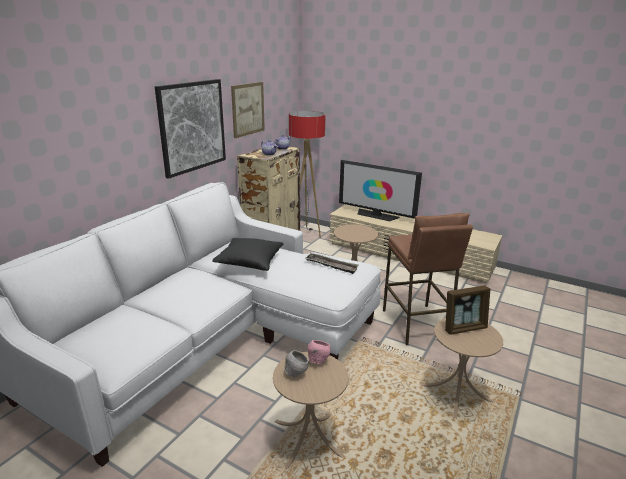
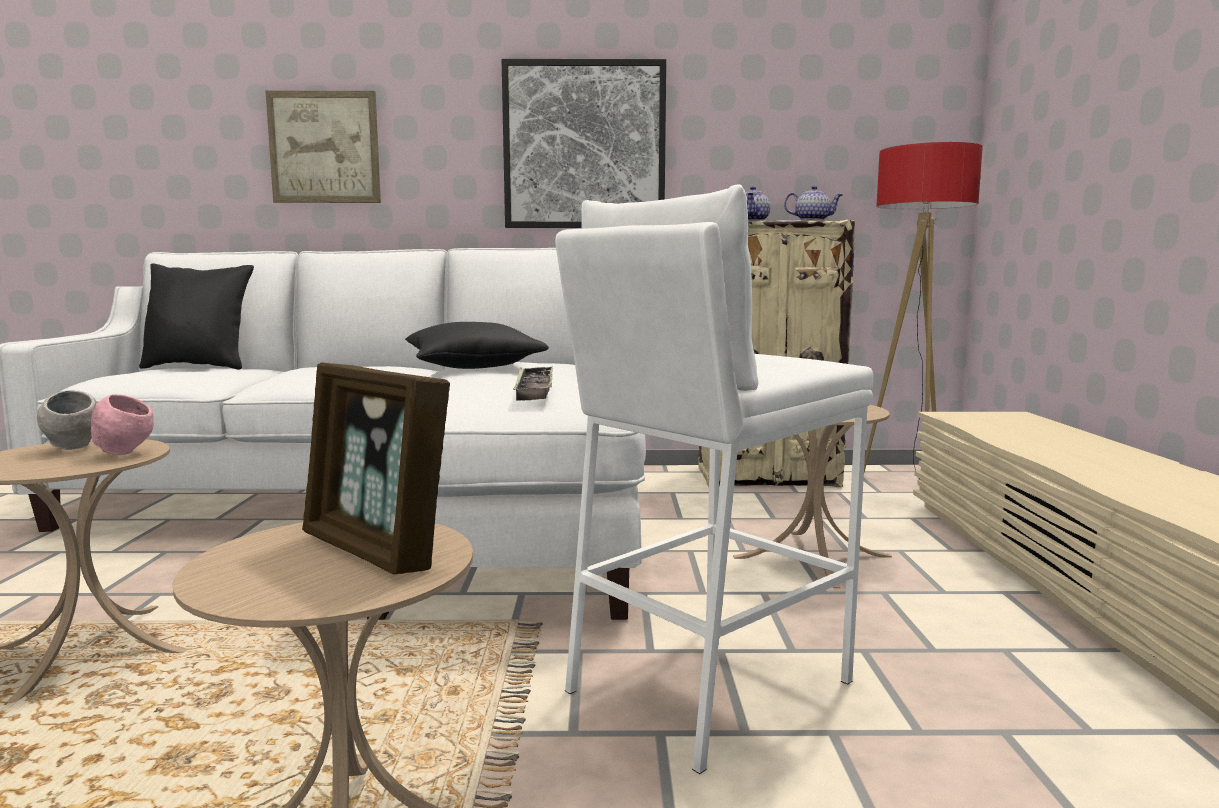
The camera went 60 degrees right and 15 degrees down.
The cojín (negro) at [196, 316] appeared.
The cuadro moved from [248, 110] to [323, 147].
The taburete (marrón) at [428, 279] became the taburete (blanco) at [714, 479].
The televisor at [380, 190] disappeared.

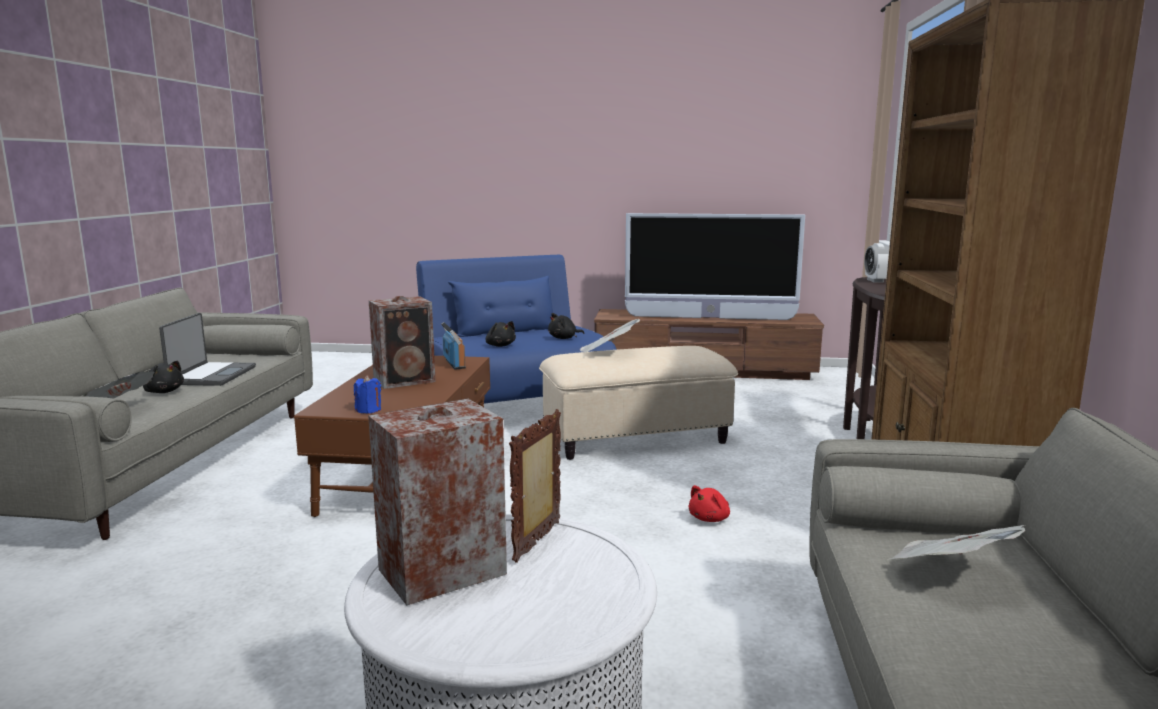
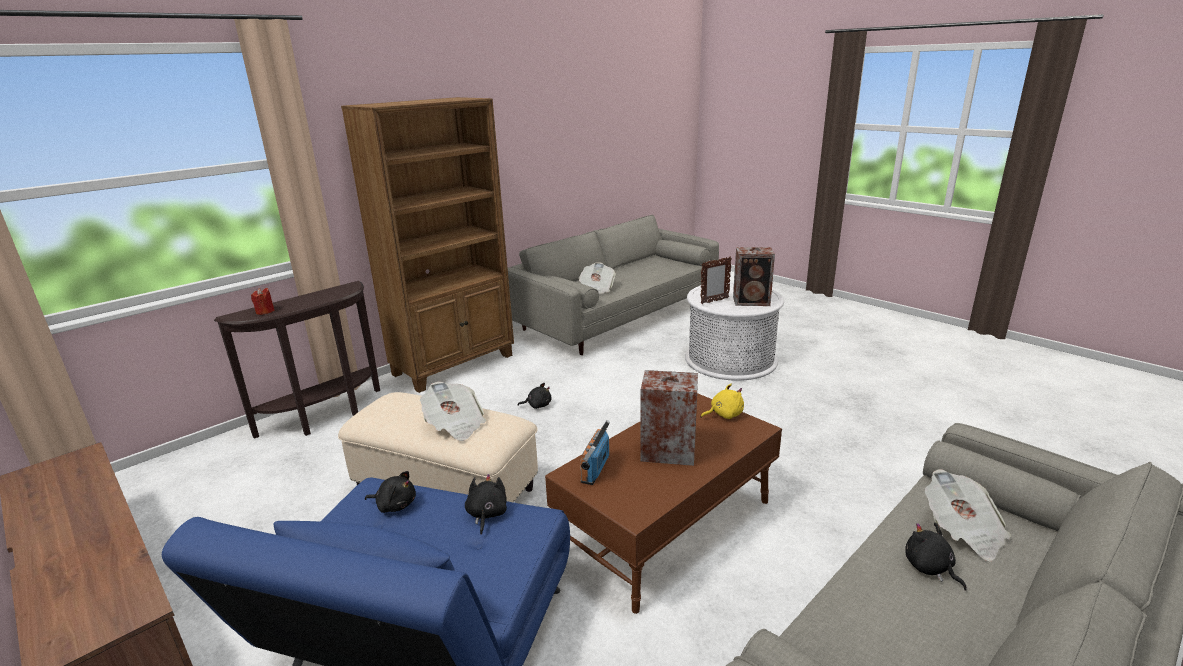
The camera went 140 degrees left and 10 degrees up.
The despertador at [876, 262] was replaced by the vela (rojo) at [263, 301].
The peluche (rojo) at [709, 503] became the peluche (negro) at [534, 396].
The vela (azul) at [367, 394] was replaced by the peluche (amarillo) at [722, 401].
The portátil at [207, 349] disappeared.
The televisor at [715, 266] disappeared.

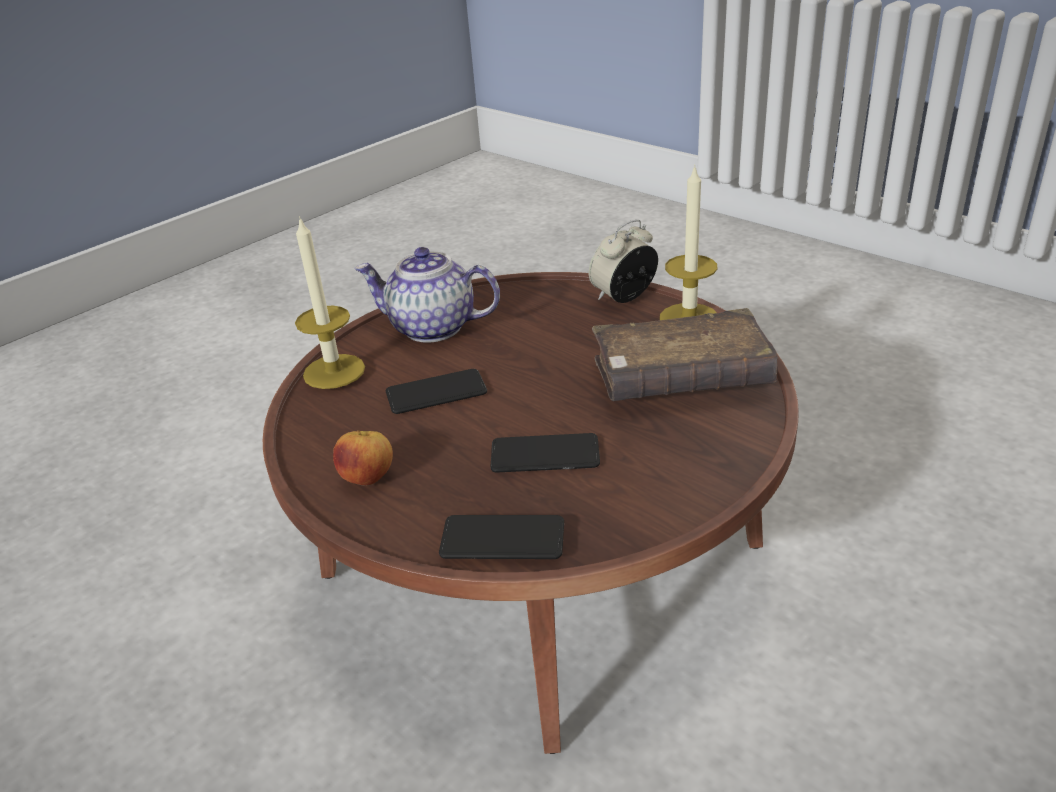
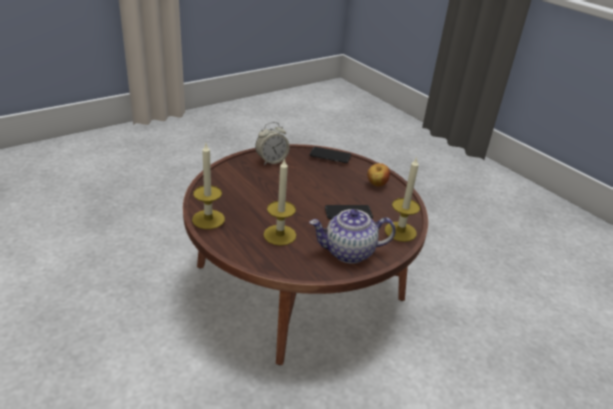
The camera went 175 degrees left and 0 degrees up.
The despertador moved from [623, 261] to [272, 143].
The vela at [279, 202] appeared.
The tetera at [427, 295] turned 150 degrees clockwise.
The móvil at [545, 453] disappeared.
The libro (marrón) at [685, 354] disappeared.

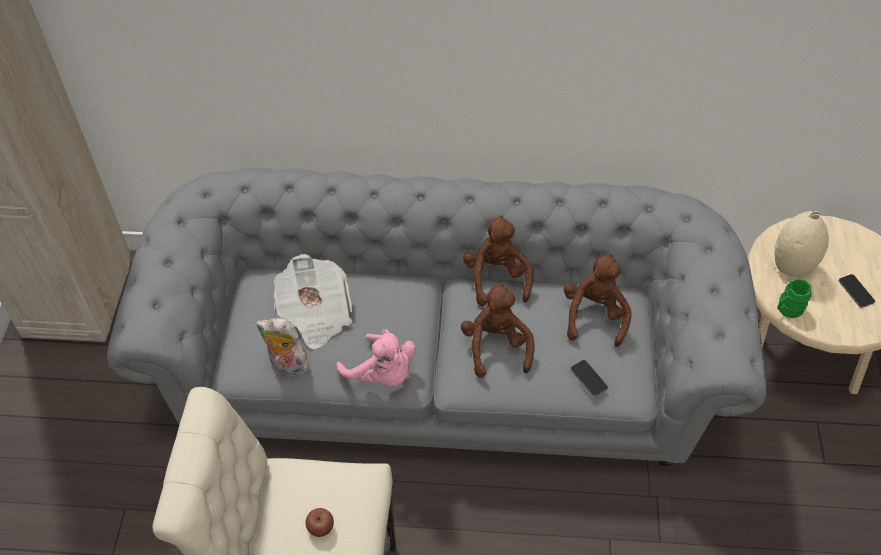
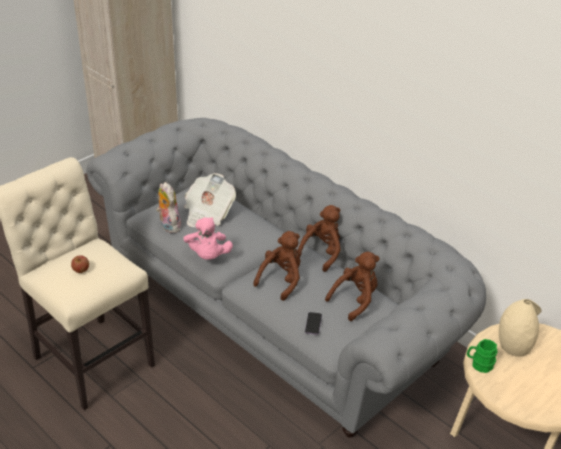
The camera went 40 degrees right and 15 degrees down.
The móvil at [856, 291] disappeared.

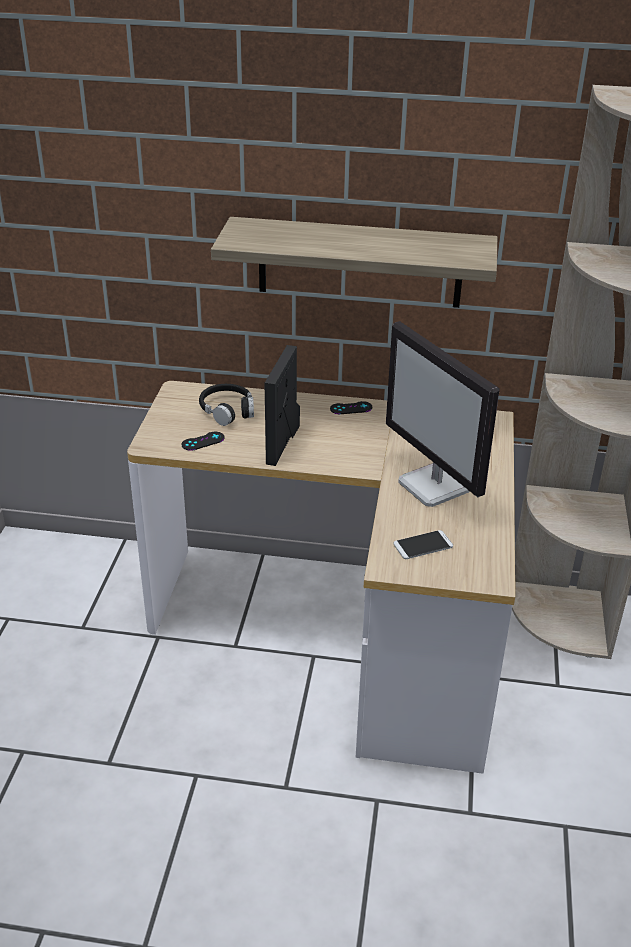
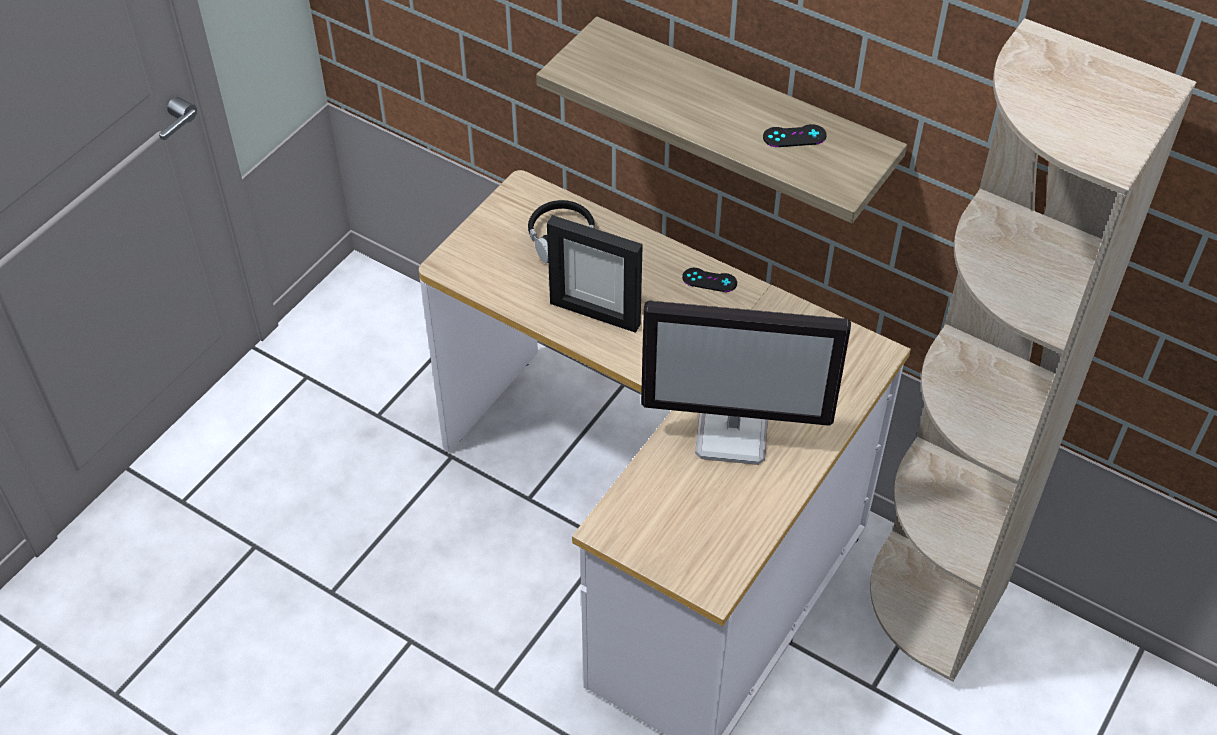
The camera went 25 degrees right and 15 degrees up.
The portarretratos at [282, 405] turned 105 degrees counterclockwise.
The monitor at [443, 414] turned 75 degrees counterclockwise.
The mando de consola (negro) moved from [203, 441] to [795, 135].
The móvil at [423, 544] disappeared.

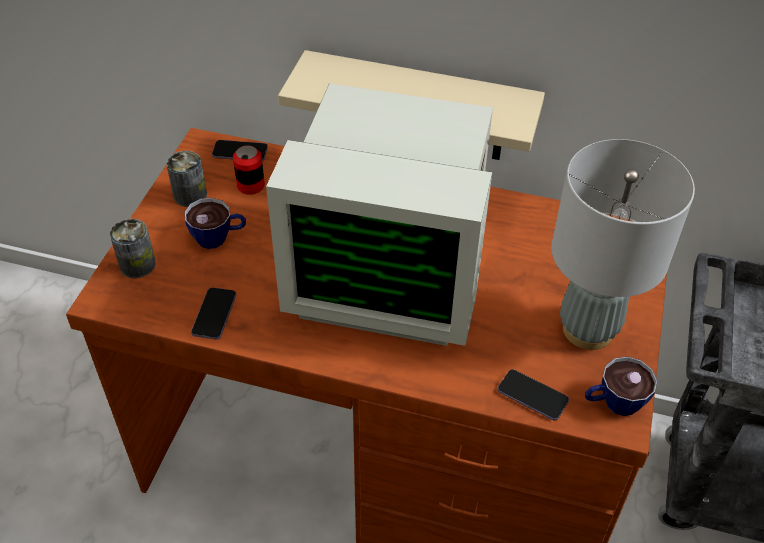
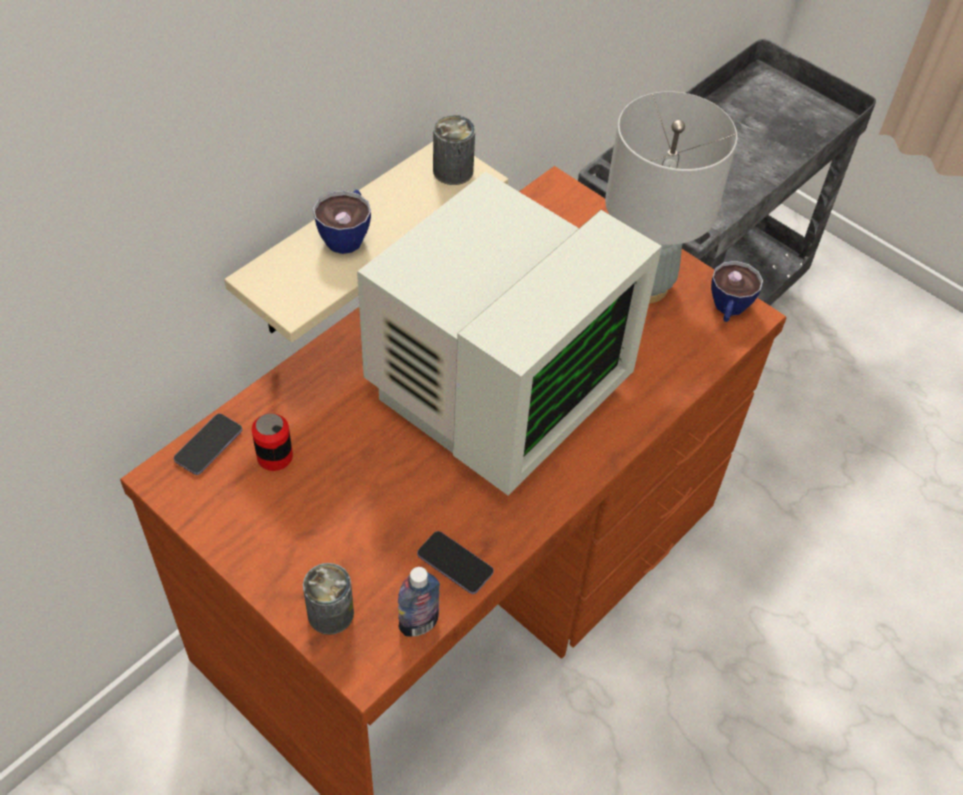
The camera went 65 degrees left and 5 degrees up.
The taza moved from [215, 223] to [342, 222].
The botella at [419, 602] appeared.
The lata moved from [186, 179] to [454, 150].
The móvil at [533, 395] disappeared.

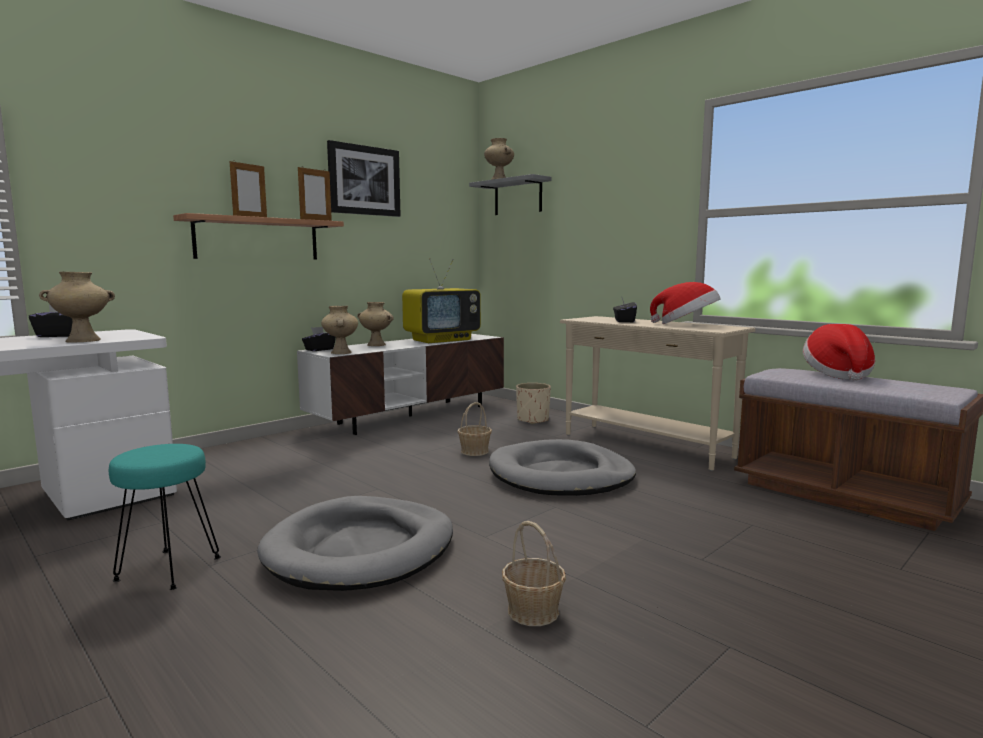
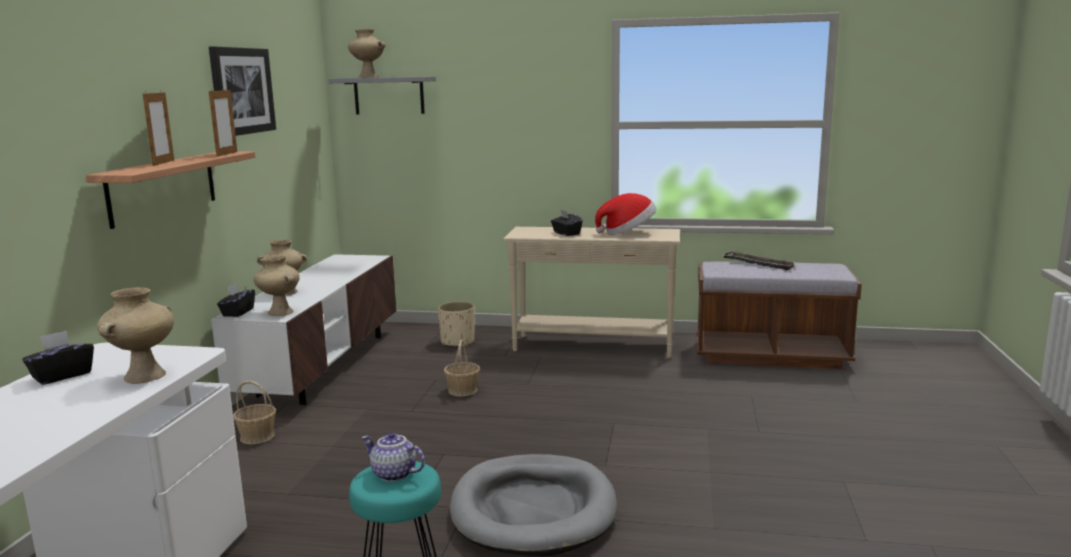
The camera went 35 degrees left and 5 degrees up.
The cesta moved from [534, 573] to [254, 412].
The tetera at [393, 457] appeared.
The sombrero at [839, 352] was replaced by the bandeja at [759, 261].
The televisor at [441, 300] disappeared.
The cama para perro (gris) at [562, 467] disappeared.

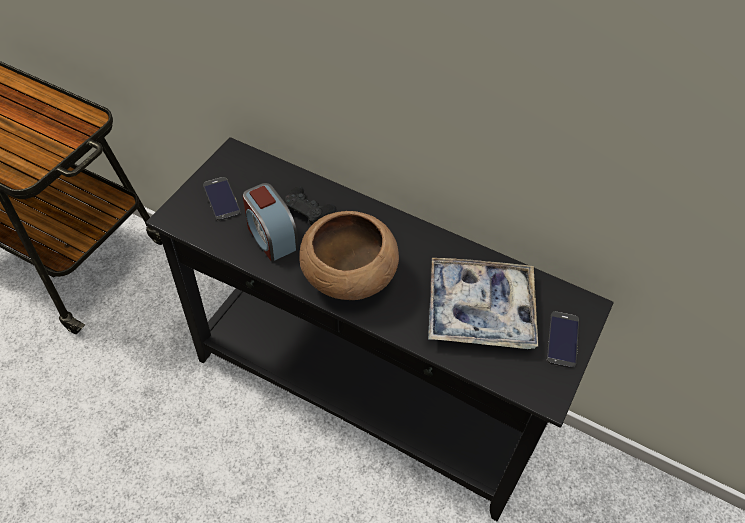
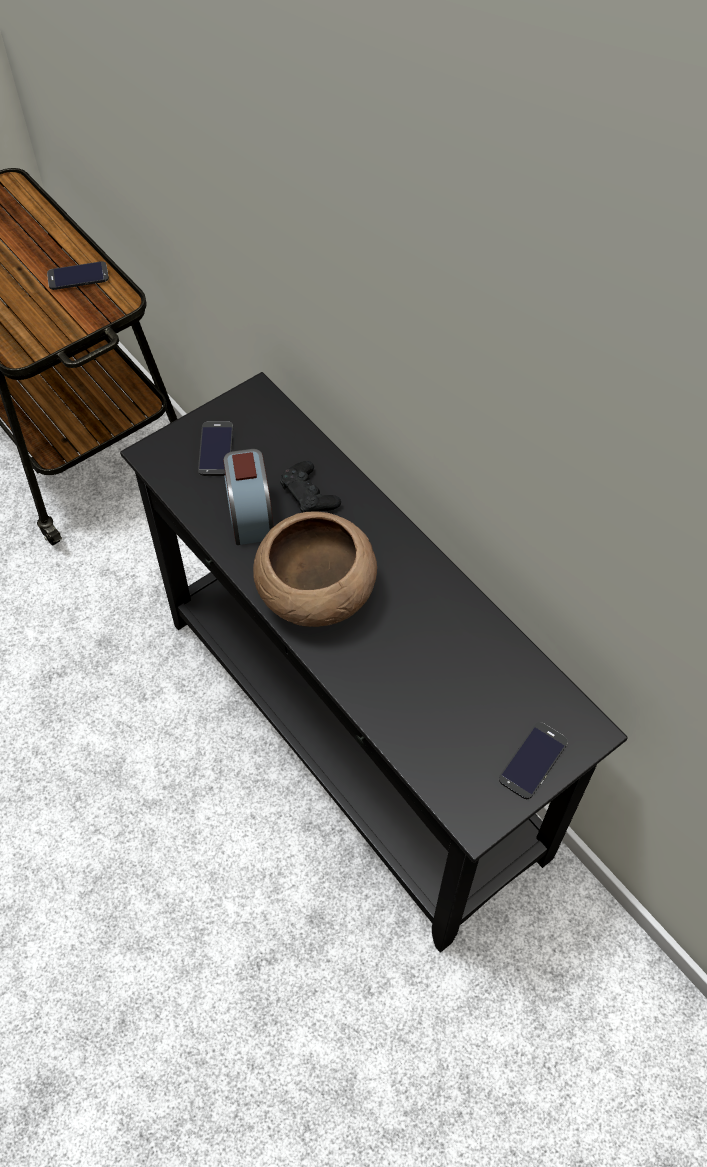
The camera went 25 degrees right and 5 degrees up.
The móvil at [78, 275] appeared.
The bandeja at [483, 303] disappeared.

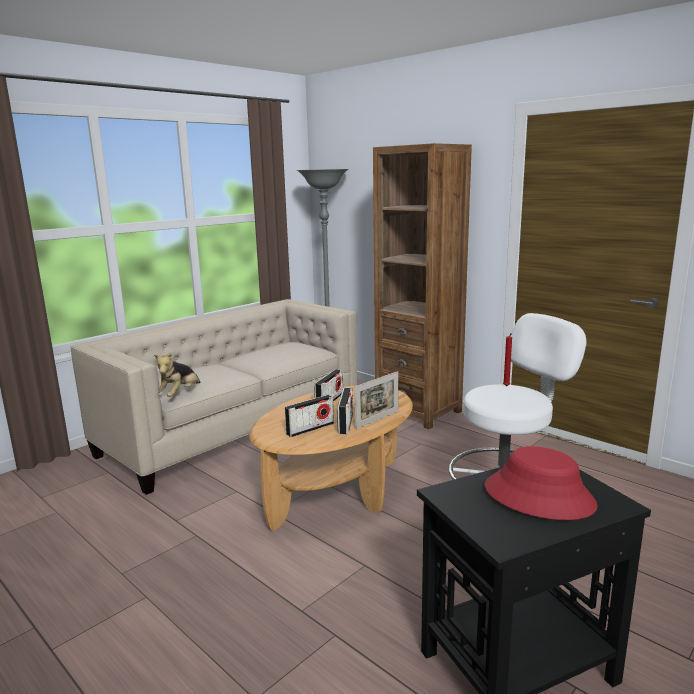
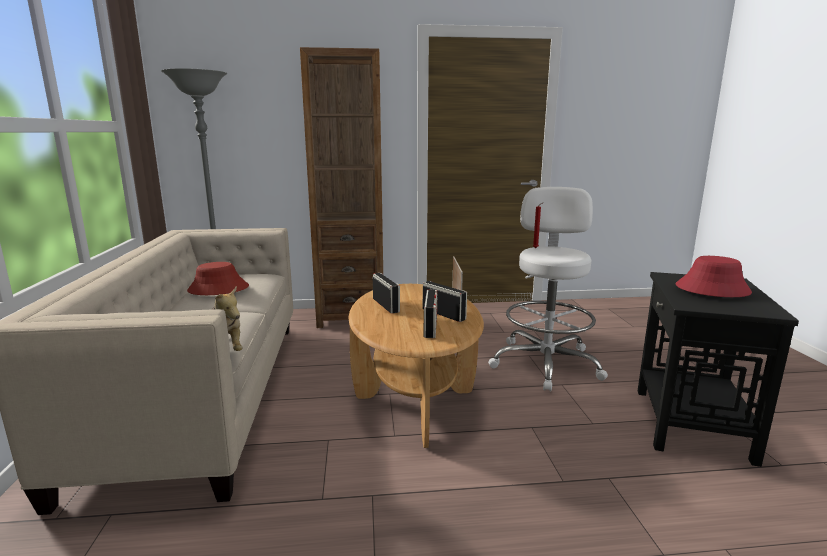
The camera went 50 degrees left and 0 degrees up.
The sombrero (rojo) at [218, 278] appeared.

